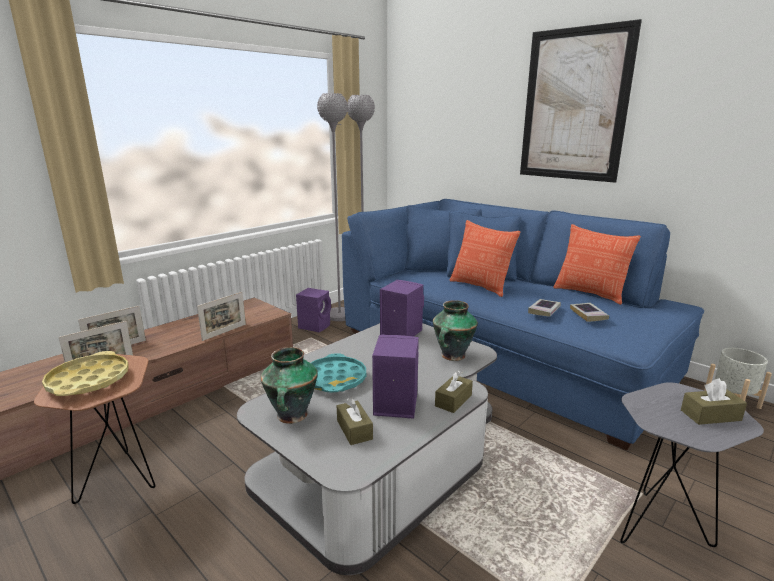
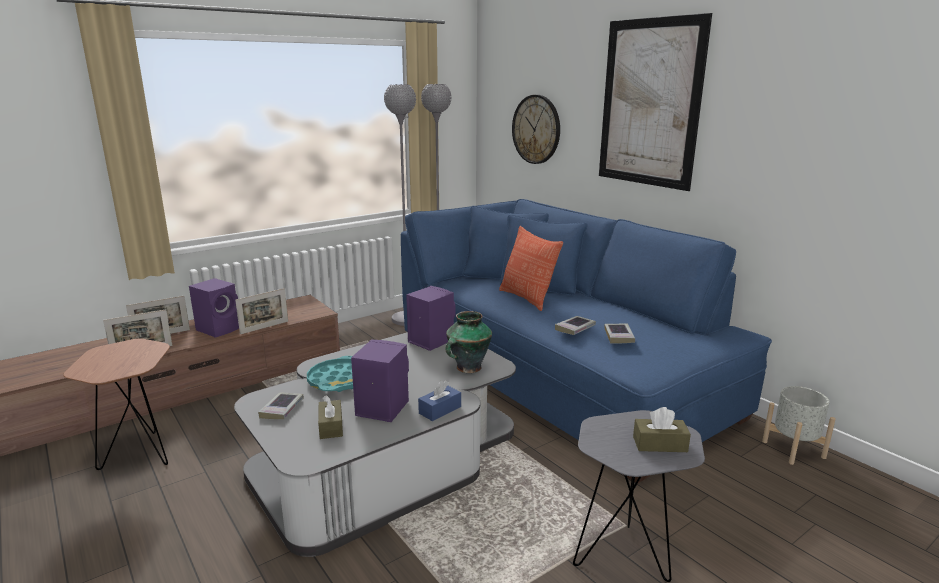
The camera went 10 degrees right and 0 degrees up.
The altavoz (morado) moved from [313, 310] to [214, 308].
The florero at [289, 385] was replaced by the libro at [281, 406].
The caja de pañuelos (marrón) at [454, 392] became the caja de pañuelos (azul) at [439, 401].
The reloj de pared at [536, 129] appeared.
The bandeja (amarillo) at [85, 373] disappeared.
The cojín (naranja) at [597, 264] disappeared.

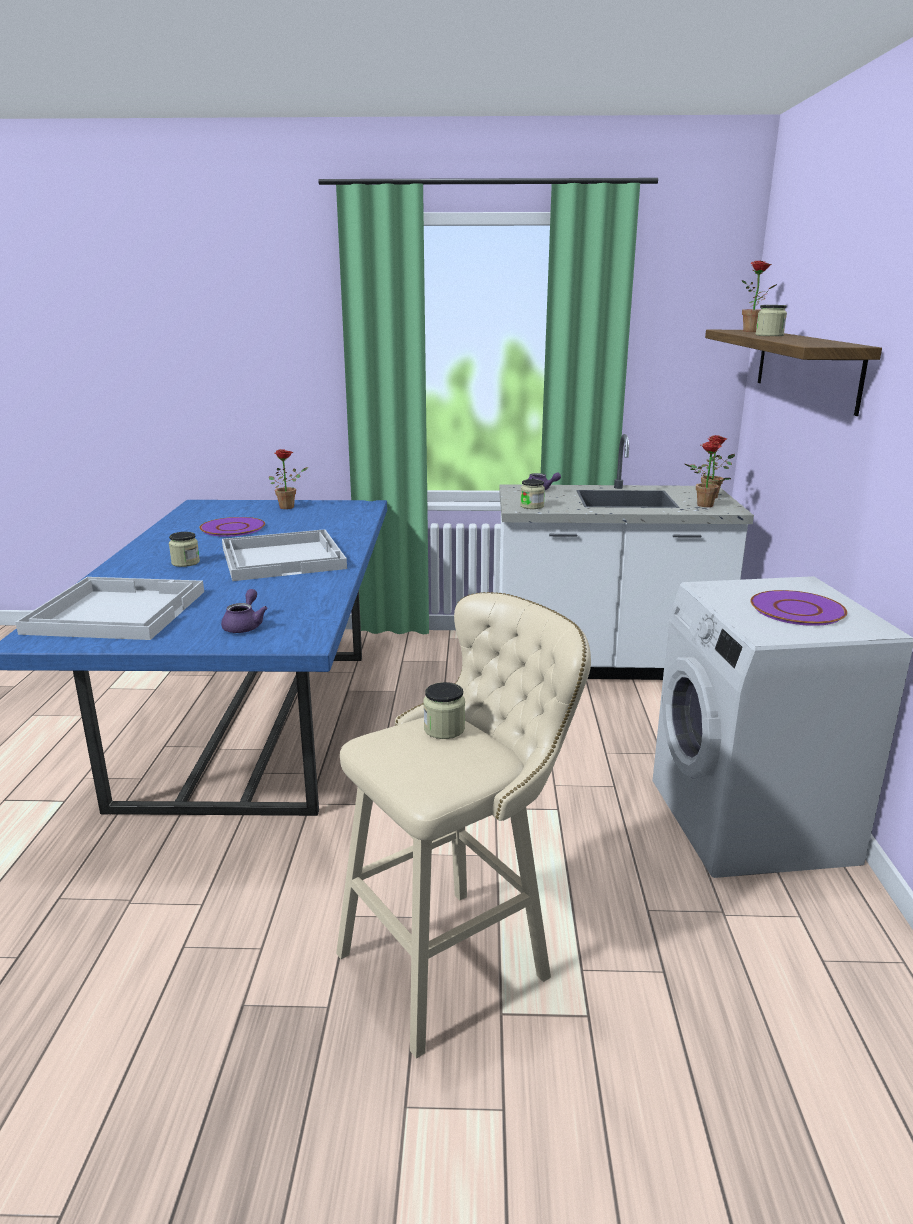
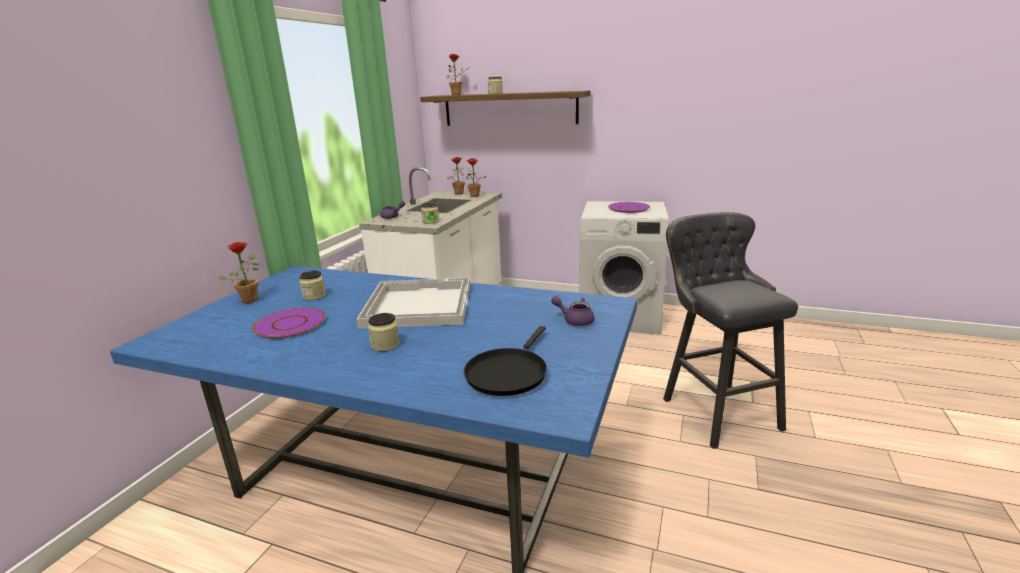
The camera went 70 degrees left and 0 degrees up.
The tarro moved from [444, 710] to [312, 285].
The bandeja (blanco) at [109, 608] was replaced by the sartén (negro) at [505, 361].
The taburete (beis) at [463, 825] became the taburete (negro) at [730, 330].

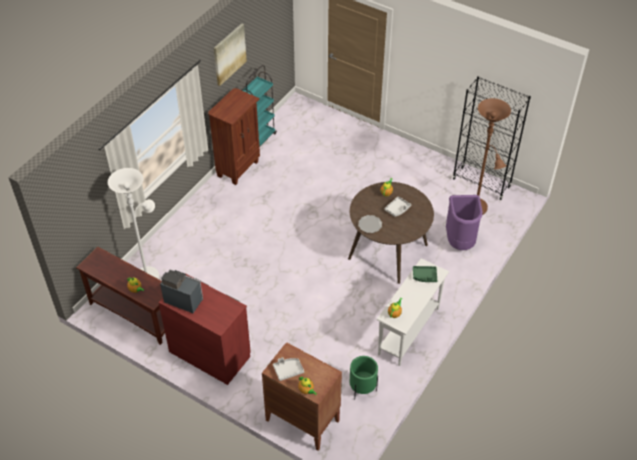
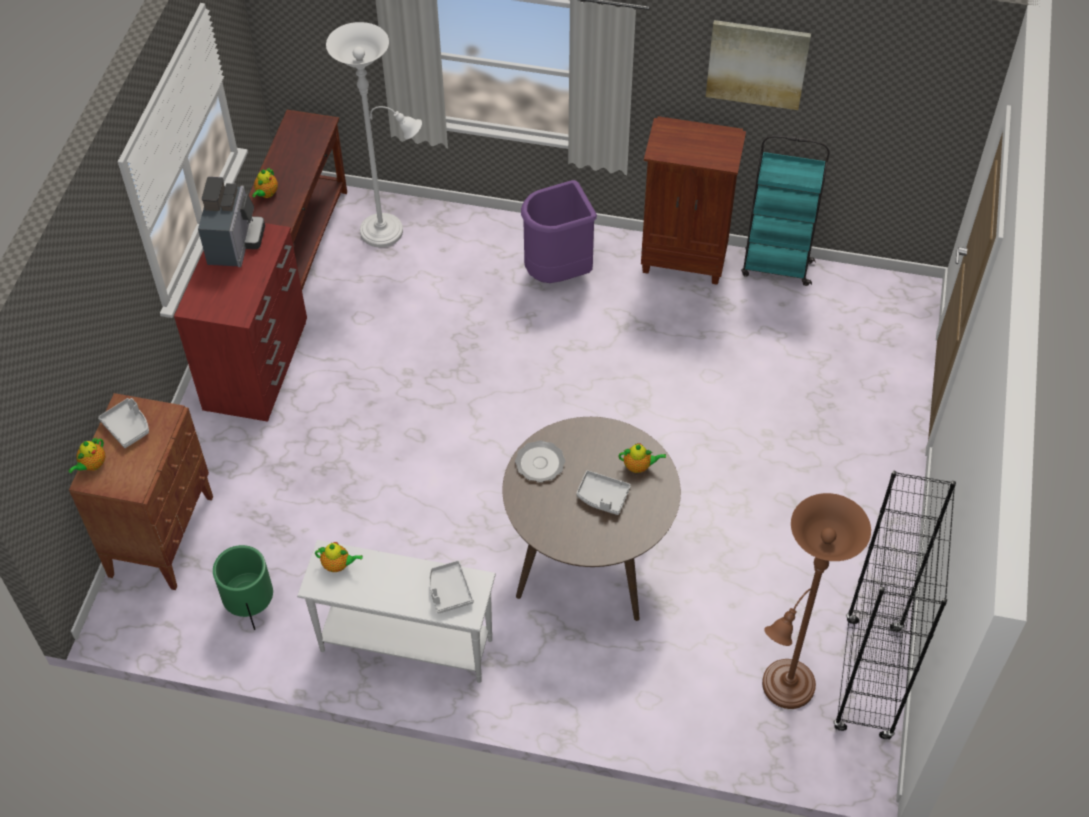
The camera went 70 degrees right and 5 degrees up.
The bandeja (verde) at [425, 274] became the bandeja (gris) at [451, 587].
The papelera (morado) moved from [464, 222] to [559, 231].

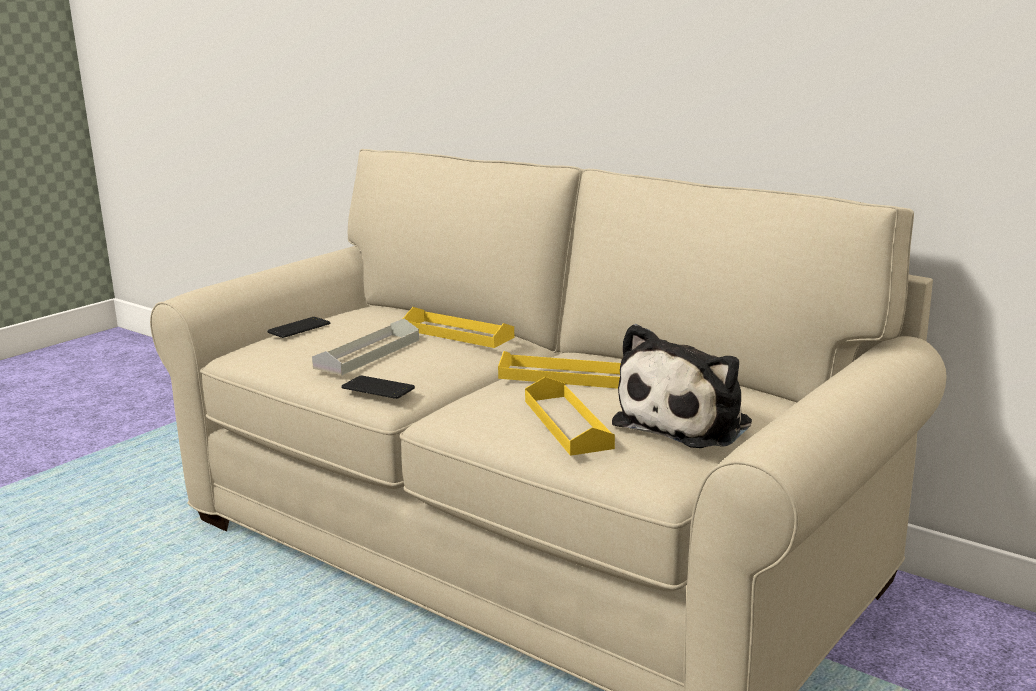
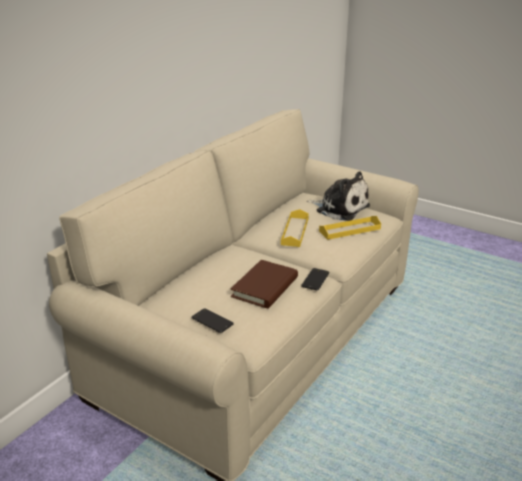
The camera went 95 degrees left and 10 degrees up.
The bandeja (gris) at [365, 347] was replaced by the libro (marrón) at [264, 284].
The bandeja (amarillo) at [458, 327] disappeared.

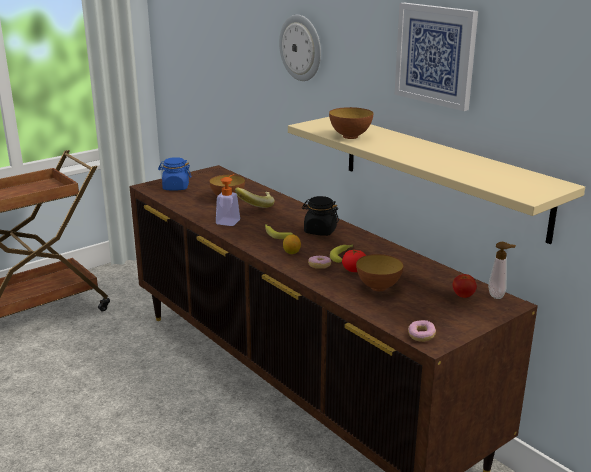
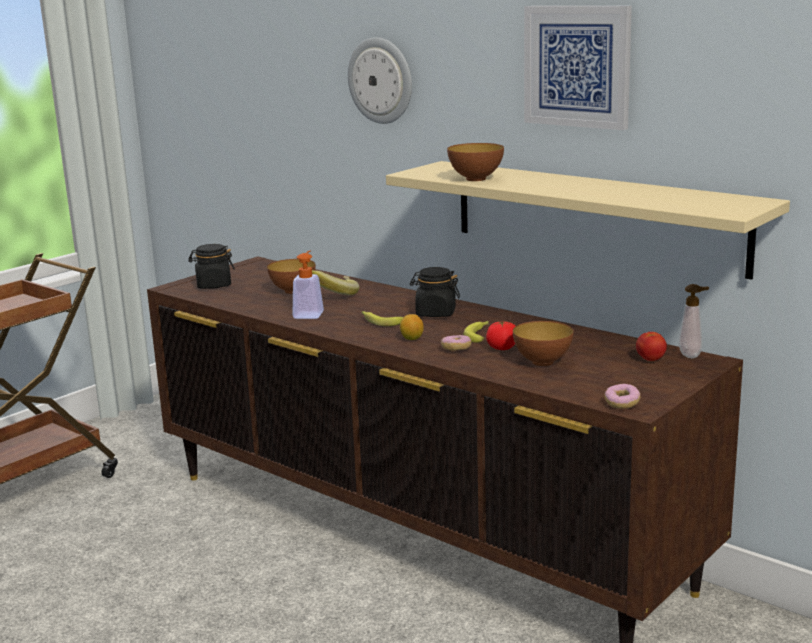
The camera went 10 degrees left and 5 degrees down.
The tarro (azul) at [174, 173] became the tarro (negro) at [212, 266].

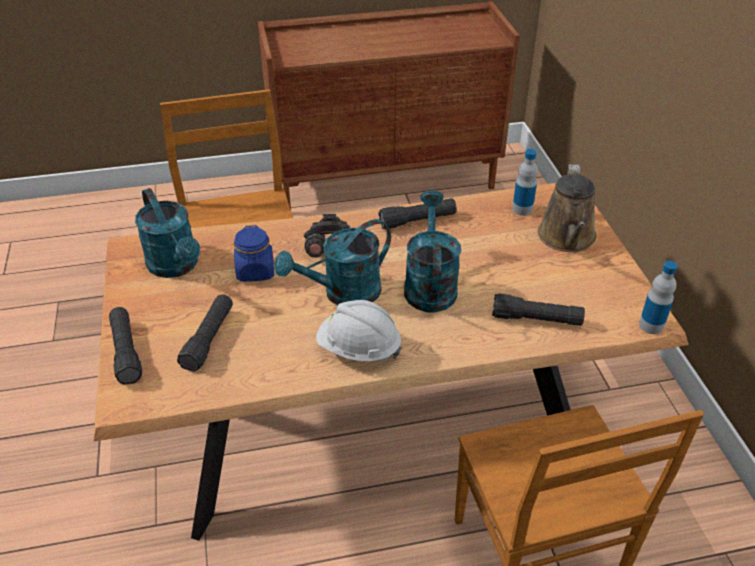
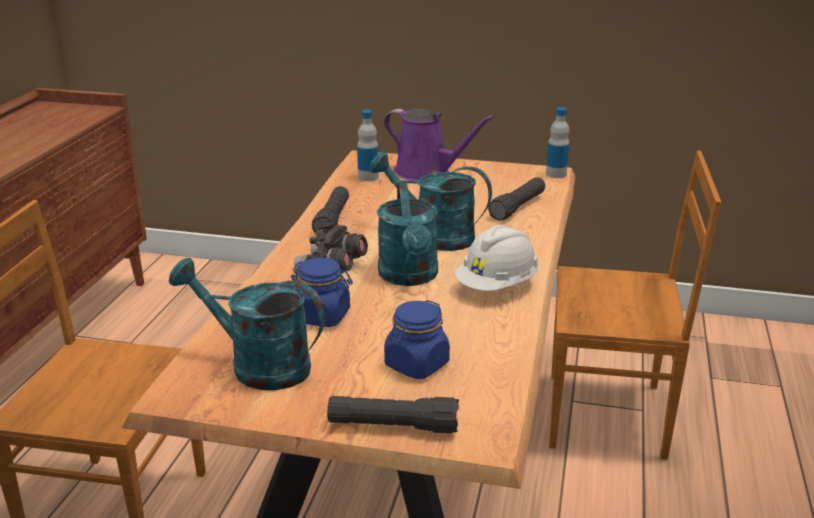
The camera went 65 degrees left and 15 degrees down.
The regadera (turquesa) at [167, 233] turned 150 degrees counterclockwise.
The regadera (marrón) at [567, 208] became the regadera (morado) at [439, 144].
The linterna (negro) at [205, 333] was replaced by the tarro (azul) at [417, 339].

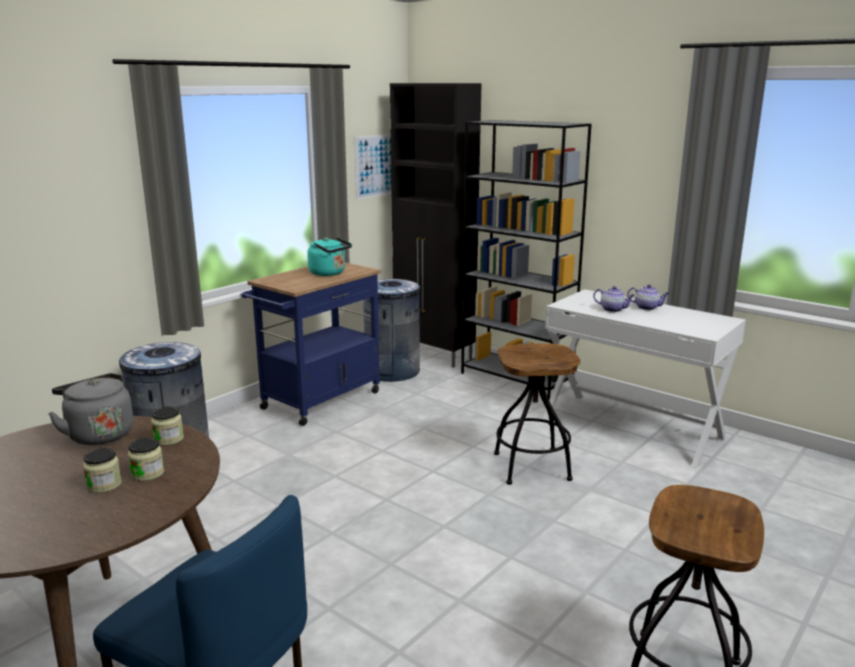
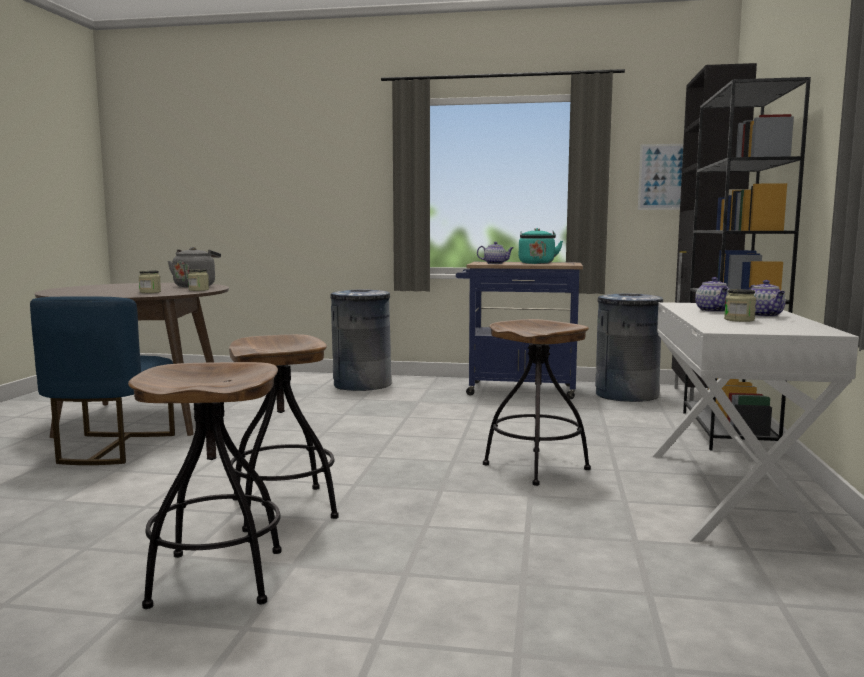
The camera went 60 degrees right and 10 degrees down.
The taburete (marrón) at [284, 433] appeared.
The tetera at [495, 253] appeared.
The tarro moved from [102, 470] to [740, 305].

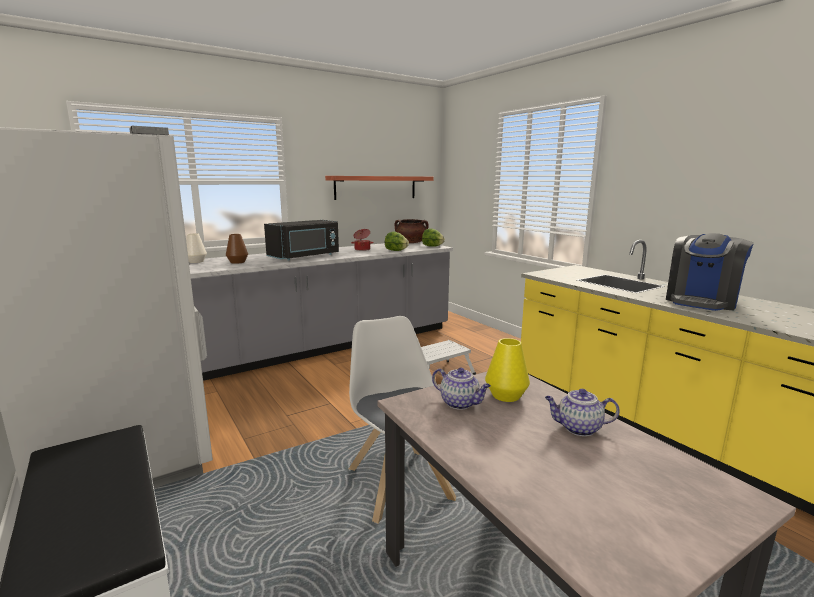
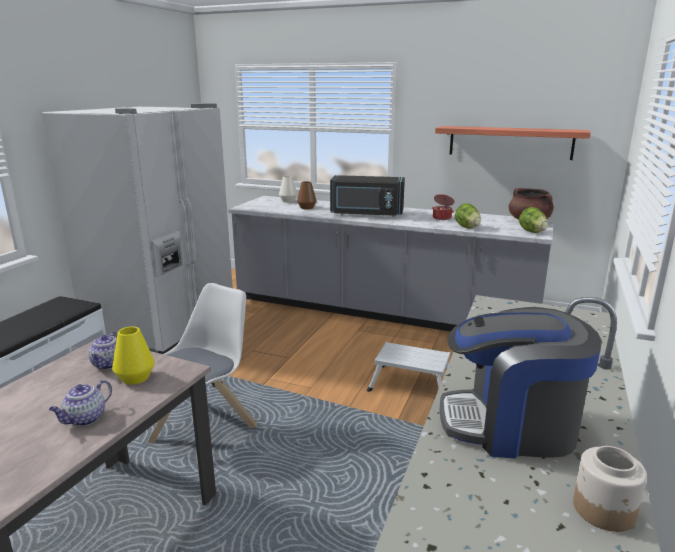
The camera went 55 degrees right and 5 degrees up.
The tetera at [582, 412] turned 120 degrees counterclockwise.
The tarro at [610, 489] appeared.

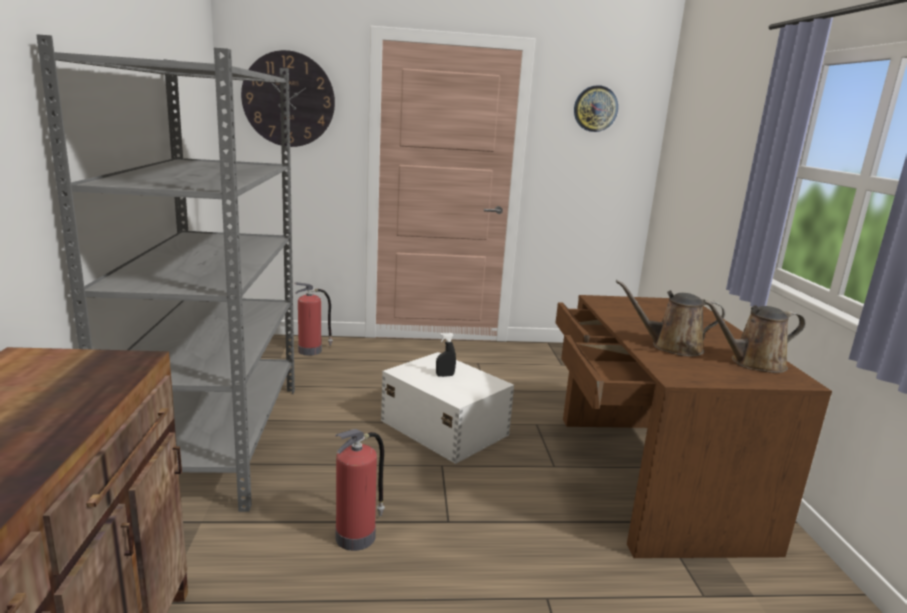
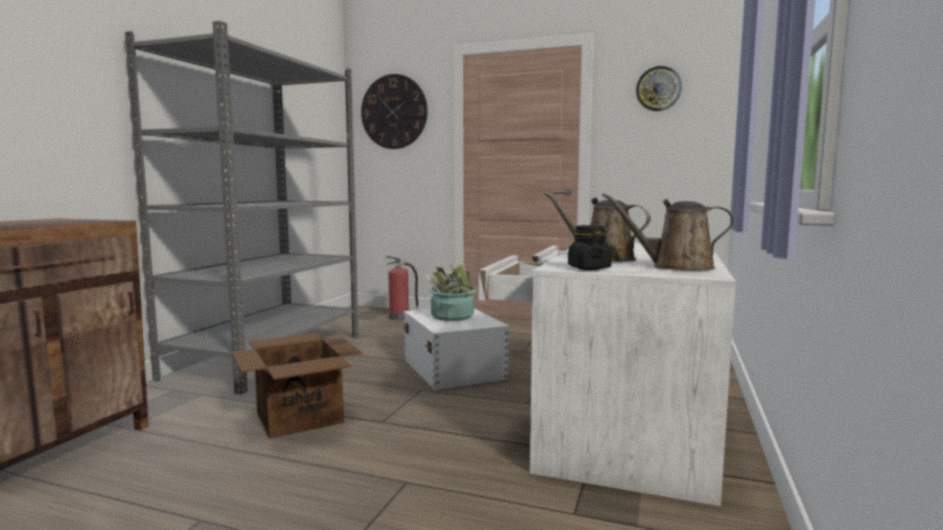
The camera went 25 degrees right and 10 degrees down.
The extintor at [360, 490] was replaced by the caja de cartón at [297, 386].
The pulverizador (negro) at [446, 355] was replaced by the planta en maceta at [451, 292].
The escritorio (marrón) at [693, 426] became the escritorio (blanco) at [607, 374].
The tarro (negro) at [590, 247] appeared.

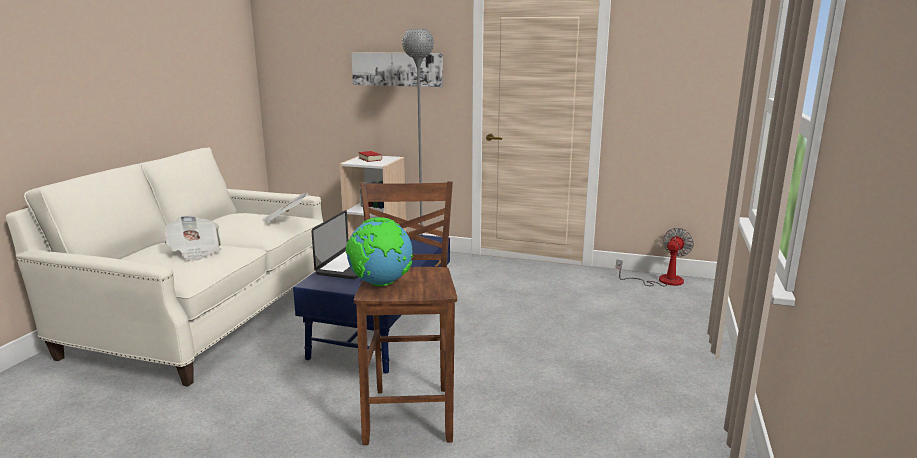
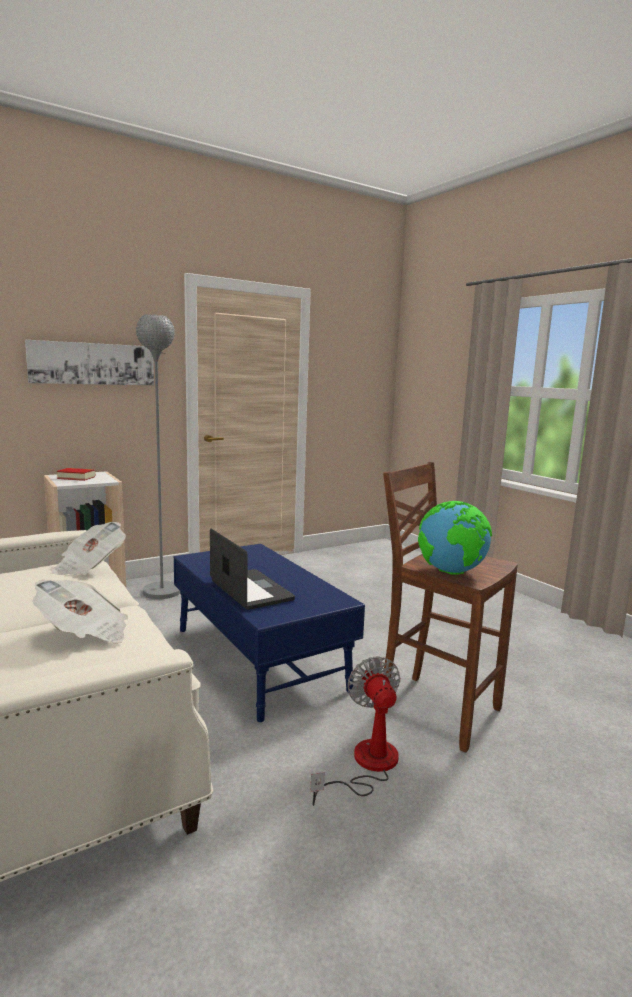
The camera went 50 degrees left and 5 degrees down.
The ventilador moved from [655, 257] to [355, 731].

